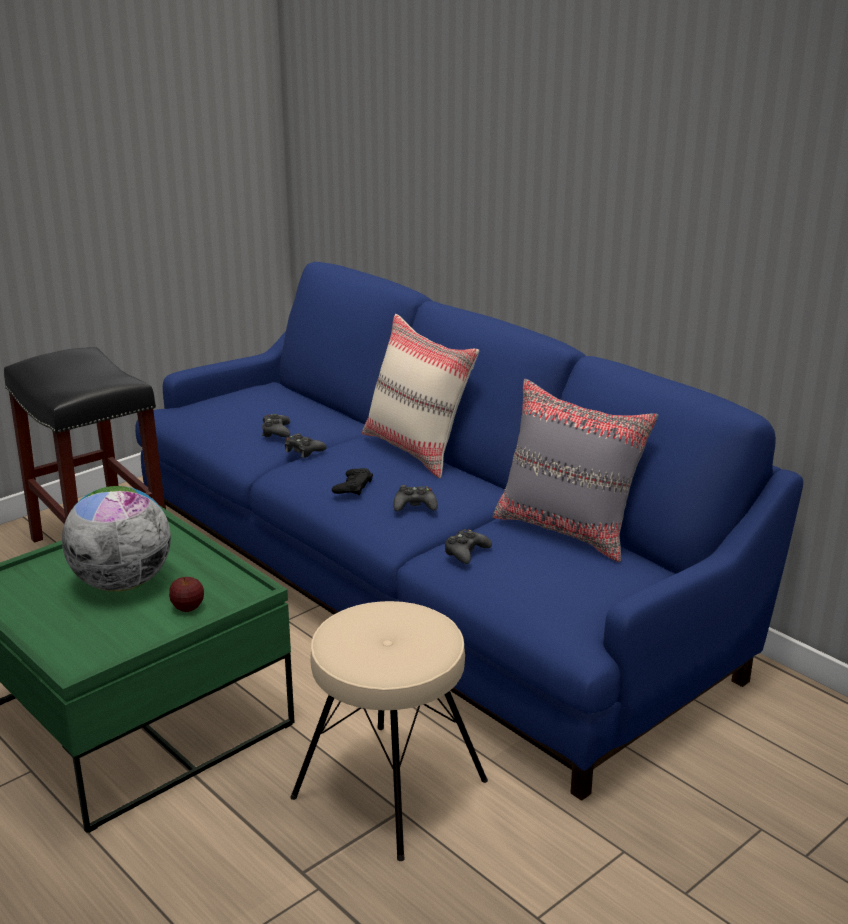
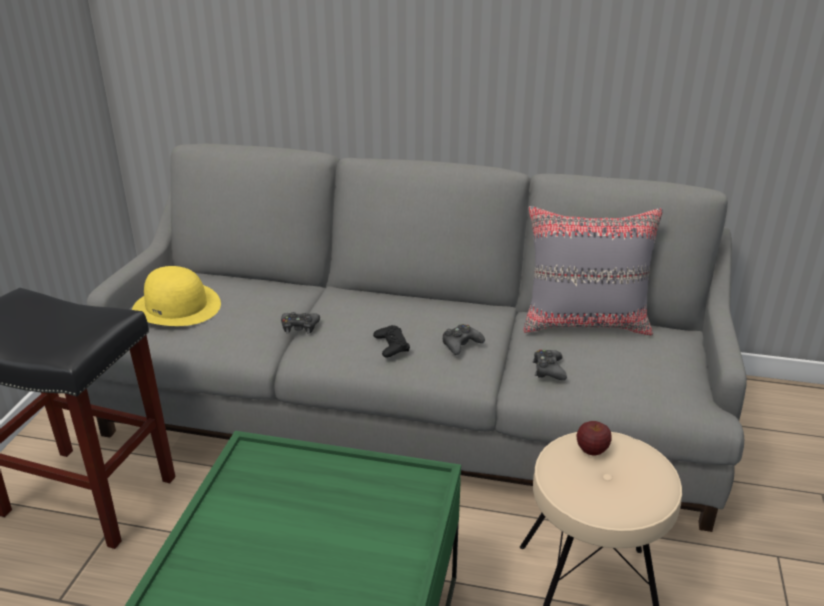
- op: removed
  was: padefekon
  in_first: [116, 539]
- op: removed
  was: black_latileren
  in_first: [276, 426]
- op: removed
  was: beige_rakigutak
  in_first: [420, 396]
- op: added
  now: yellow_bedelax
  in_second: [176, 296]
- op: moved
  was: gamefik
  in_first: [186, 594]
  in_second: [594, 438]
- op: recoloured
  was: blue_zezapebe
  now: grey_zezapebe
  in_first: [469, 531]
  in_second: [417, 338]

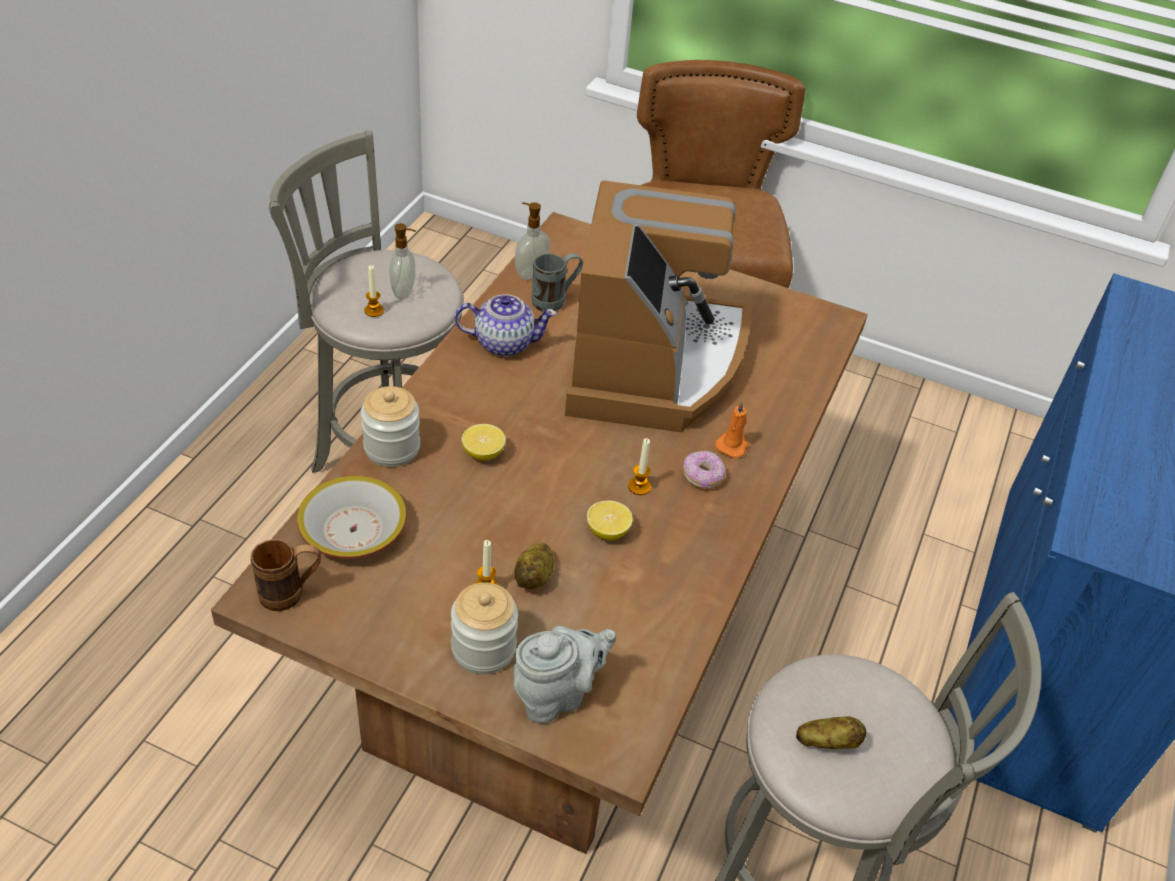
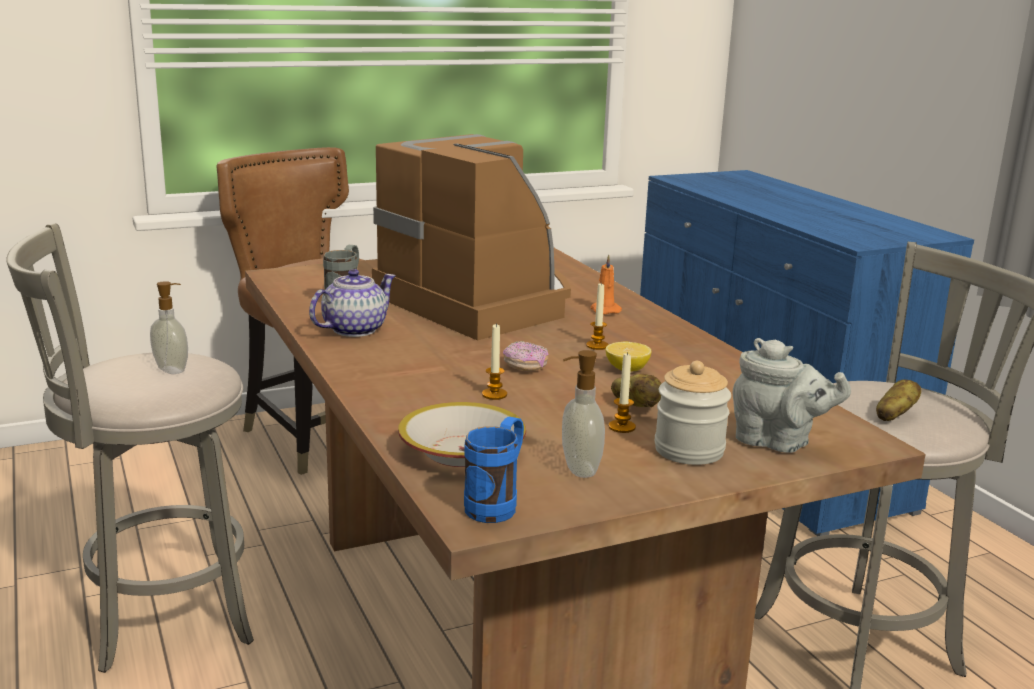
- op: removed
  was: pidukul
  in_first: [390, 426]
- op: removed
  was: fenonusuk
  in_first: [483, 442]
- op: moved
  was: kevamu
  in_first: [374, 291]
  in_second: [494, 361]
- op: moved
  was: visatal
  in_first: [532, 241]
  in_second: [583, 414]
- op: moved
  was: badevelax
  in_first: [704, 470]
  in_second: [526, 356]
- op: recoloured
  was: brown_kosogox
  now: blue_kosogox
  in_first: [286, 575]
  in_second: [494, 469]
- op: turned
  was: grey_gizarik
  in_first: [565, 674]
  in_second: [792, 395]
  clockwise: 105

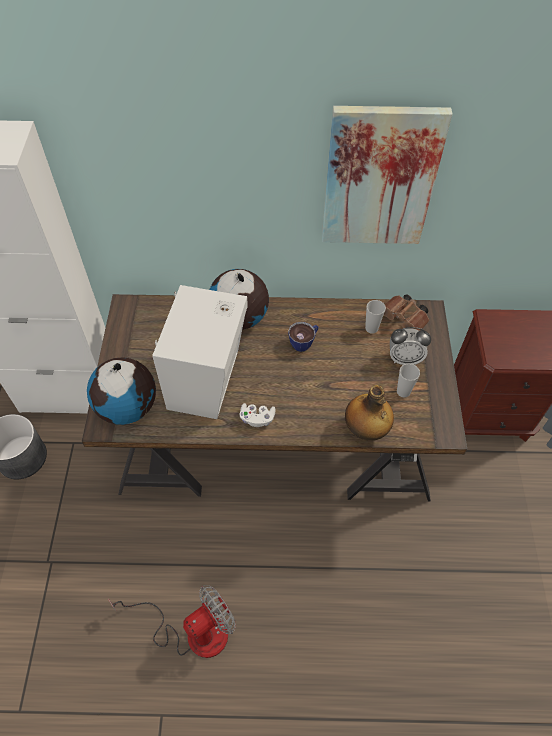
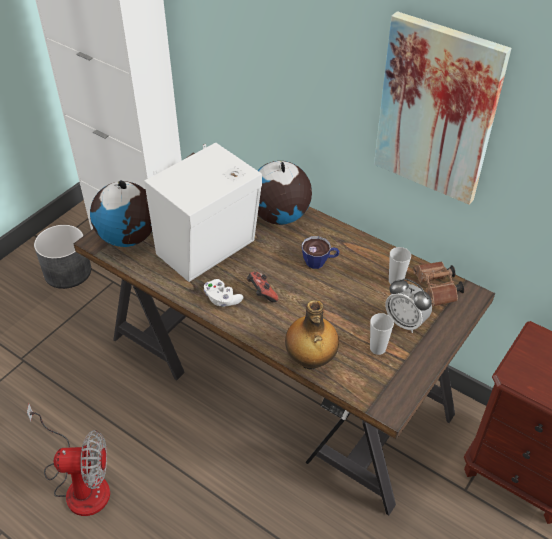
- op: added
  now: latileren
  in_second: [263, 287]

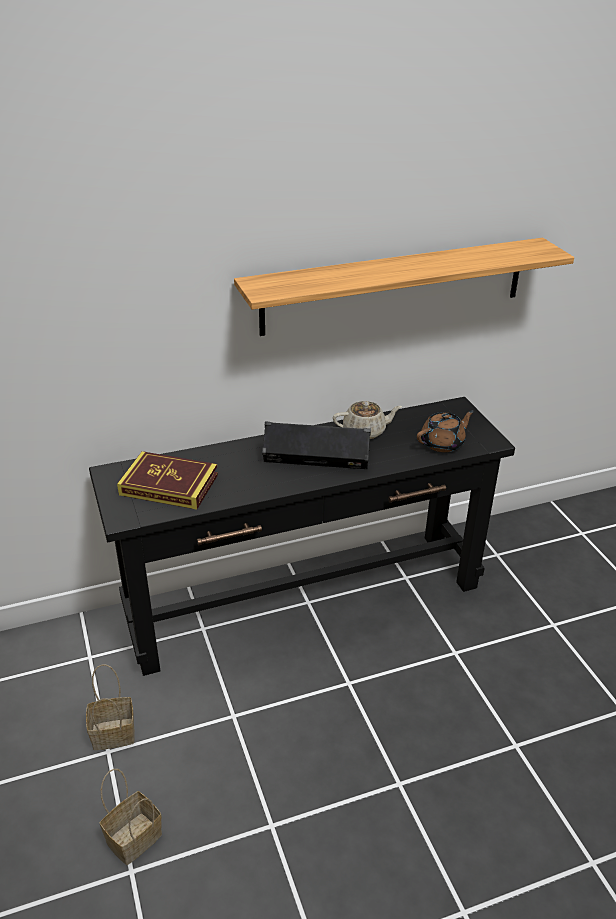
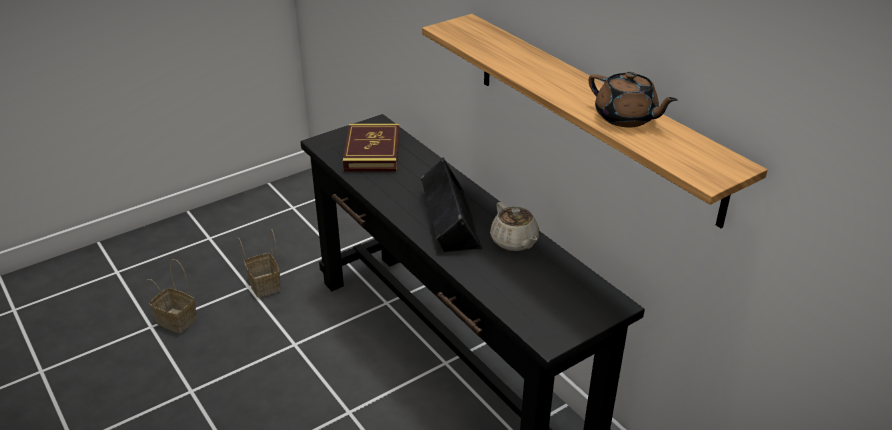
- op: moved
  was: brown_gizarik
  in_first: [445, 431]
  in_second: [633, 99]

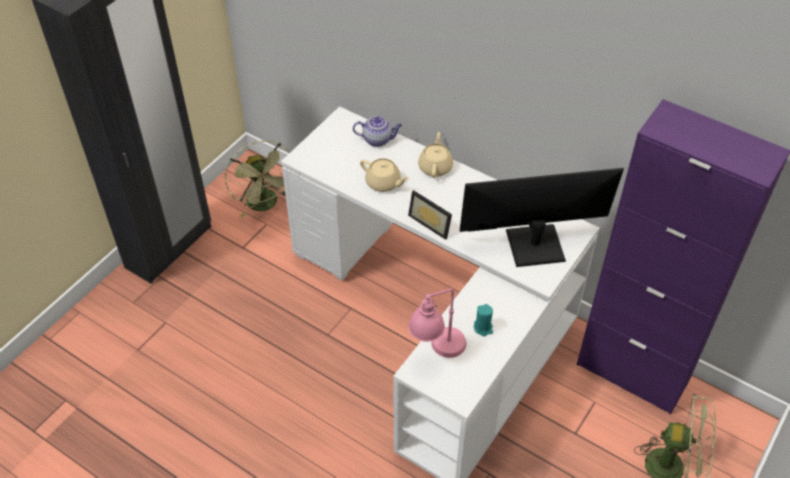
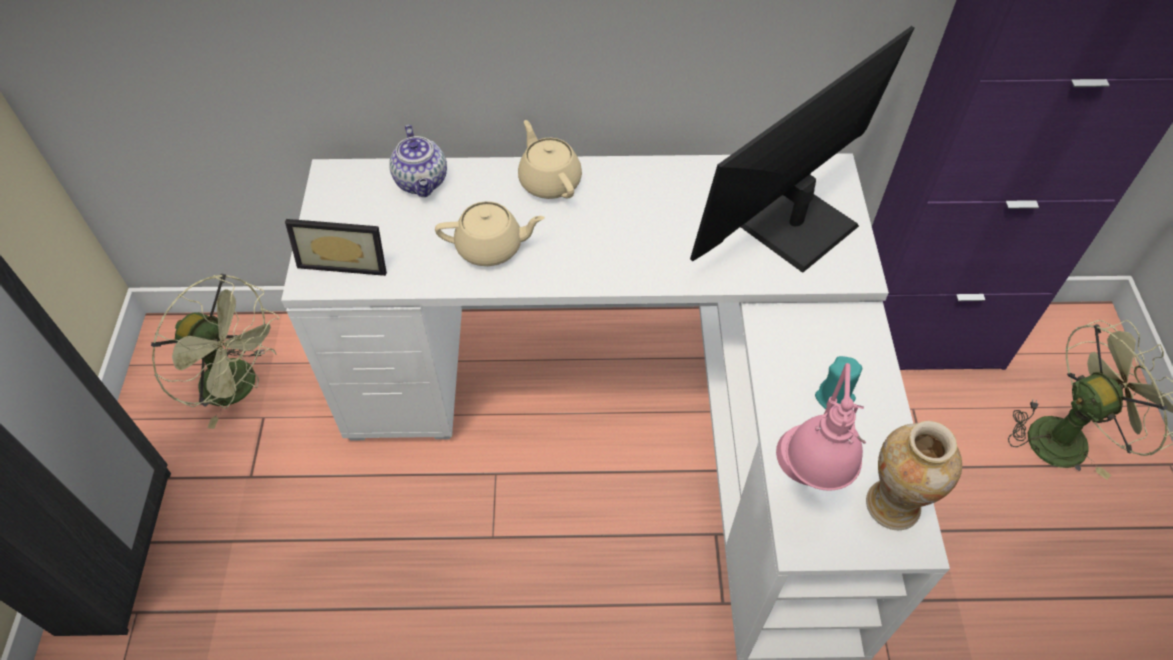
- op: added
  now: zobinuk
  in_second: [914, 475]
- op: moved
  was: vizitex
  in_first: [430, 215]
  in_second: [336, 247]
- op: turned
  was: gizarik
  in_first: [377, 131]
  in_second: [418, 161]
  clockwise: 105

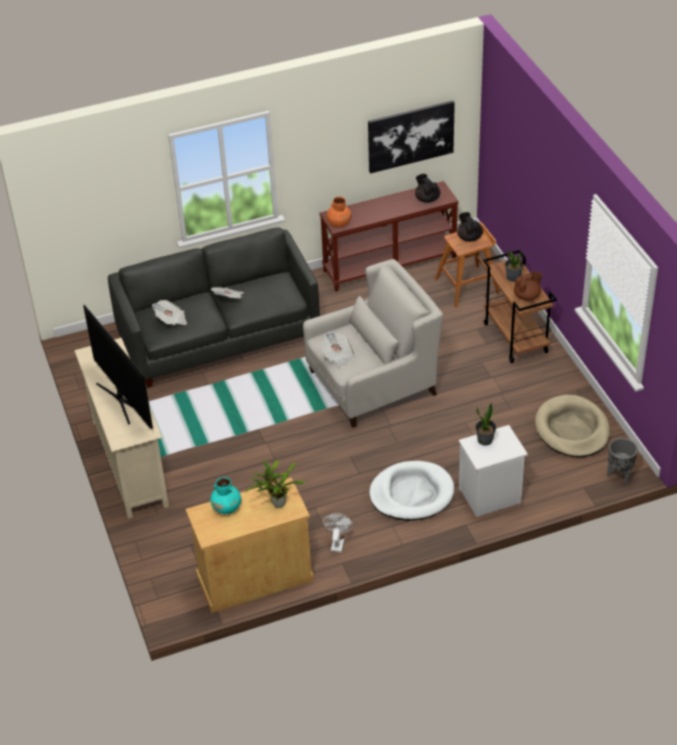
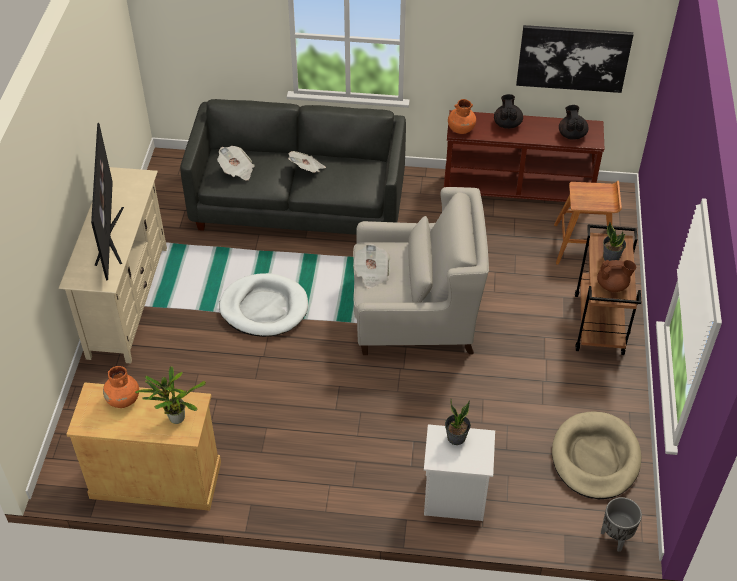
- op: removed
  was: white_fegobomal
  in_first: [338, 532]
- op: moved
  was: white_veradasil
  in_first: [411, 491]
  in_second: [263, 305]
- op: moved
  was: black_gizarik
  in_first: [470, 227]
  in_second: [508, 111]
- op: recoloured
  was: turquoise_zobinuk
  now: orange_zobinuk
  in_first: [225, 495]
  in_second: [121, 387]

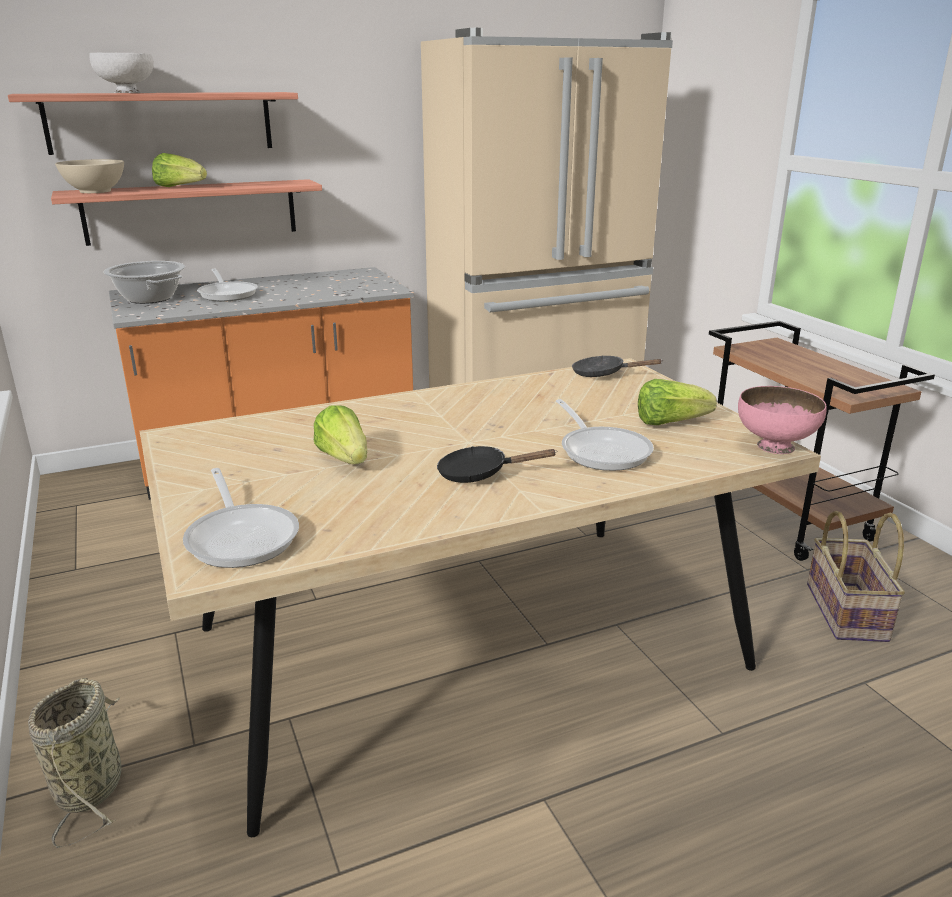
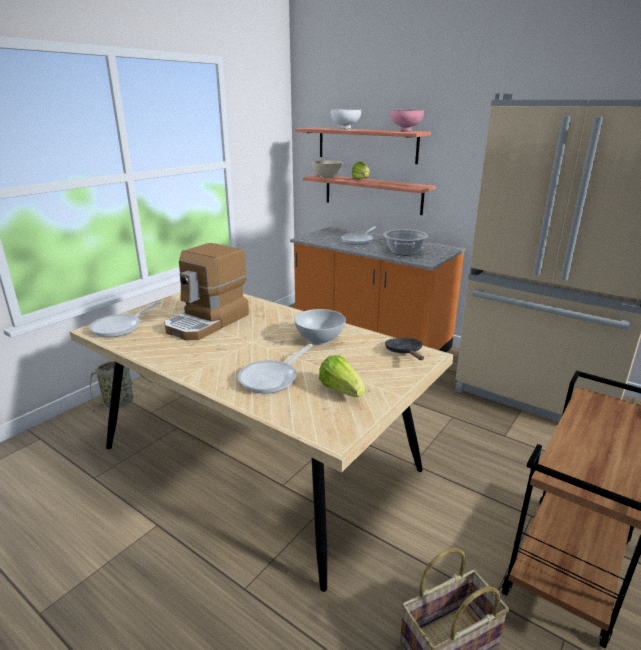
- op: removed
  was: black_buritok
  in_first: [497, 464]
- op: added
  now: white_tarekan
  in_second: [320, 327]
- op: moved
  was: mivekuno
  in_first: [144, 282]
  in_second: [405, 242]
- op: moved
  was: pink_tarekan
  in_first: [782, 420]
  in_second: [407, 121]
- op: replaced
  was: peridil
  now: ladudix
  in_first: [340, 434]
  in_second: [206, 291]

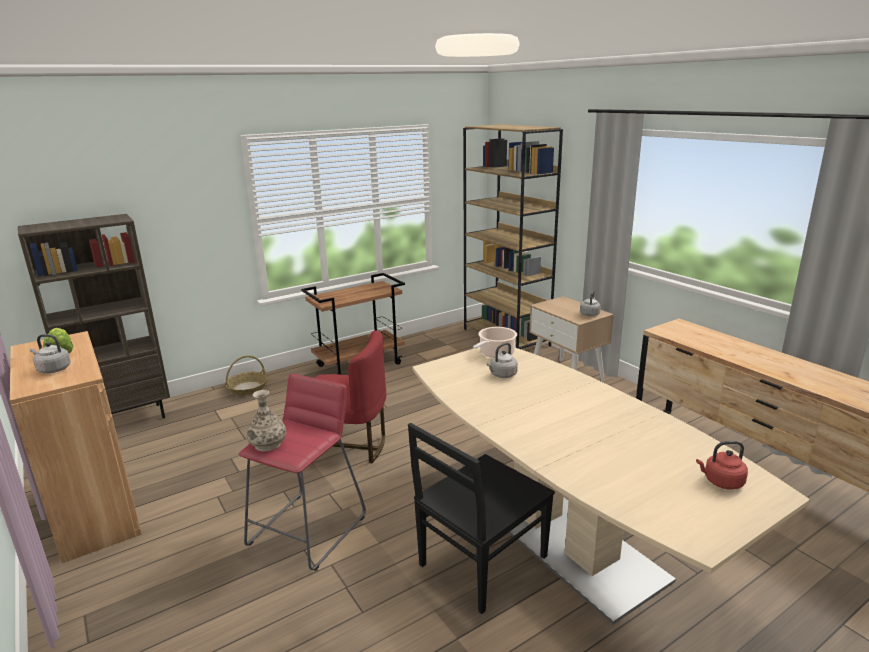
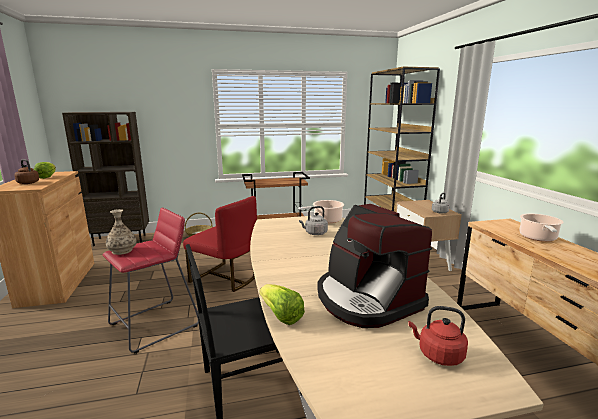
- op: added
  now: peridil
  in_second: [282, 304]
- op: added
  now: ladudix
  in_second: [374, 266]
- op: added
  now: mivekuno
  in_second: [541, 227]
- op: recoloured
  was: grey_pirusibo
  now: brown_pirusibo
  in_first: [50, 353]
  in_second: [26, 171]

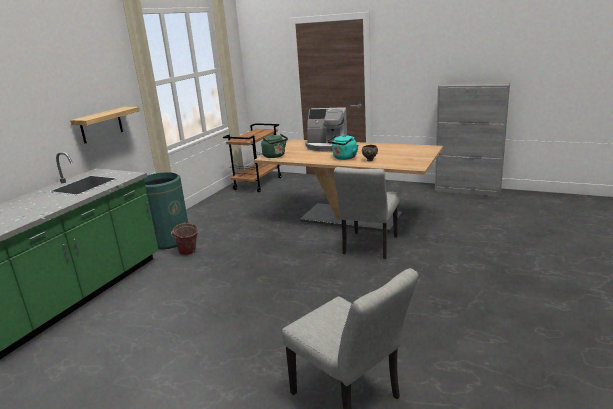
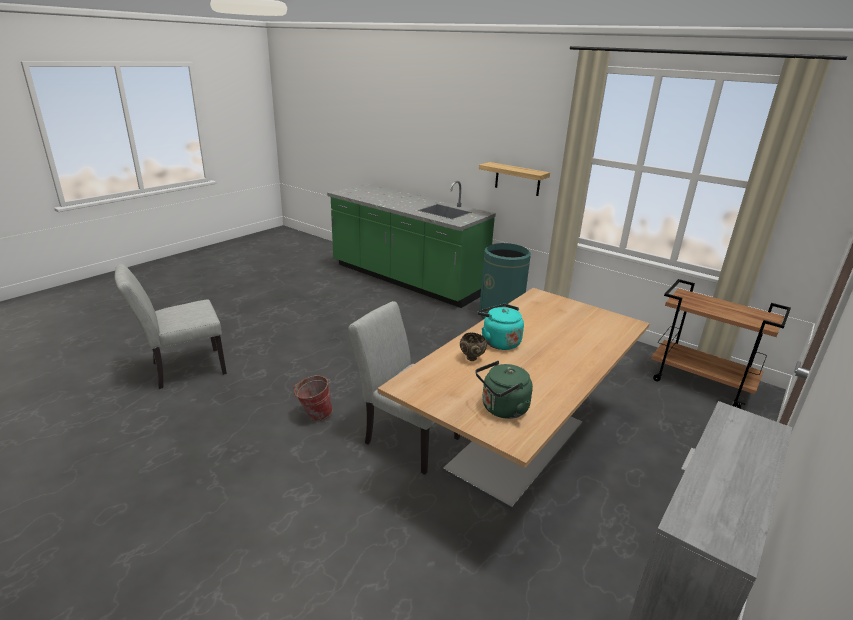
- op: removed
  was: ladudix
  in_first: [326, 129]
- op: moved
  was: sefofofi
  in_first: [184, 238]
  in_second: [313, 398]
- op: moved
  was: green_pirusibo
  in_first: [274, 146]
  in_second: [504, 390]

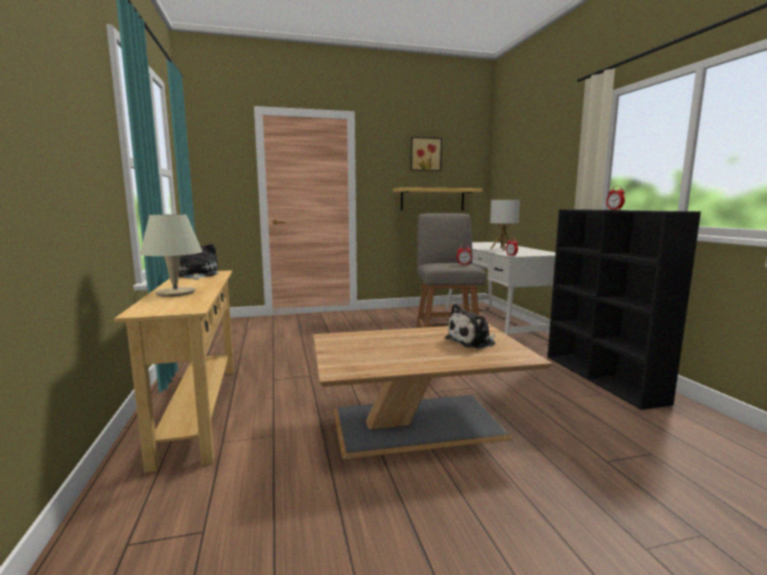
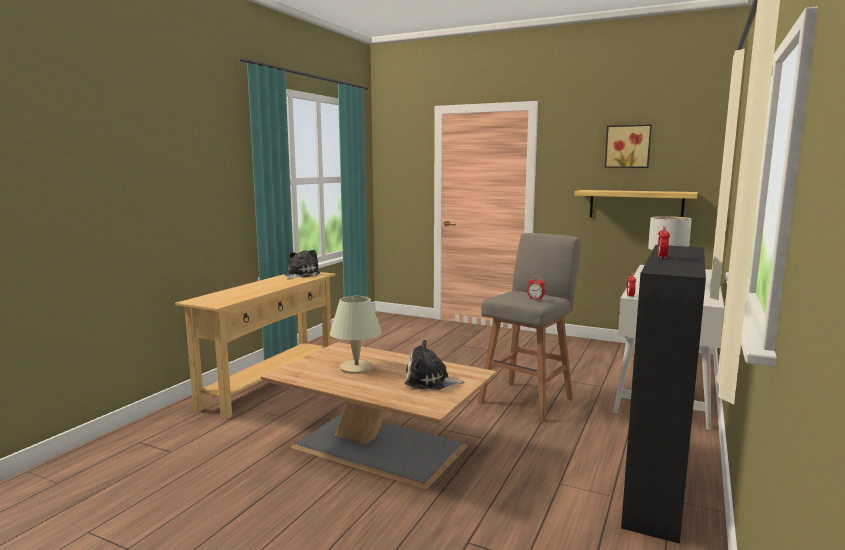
- op: moved
  was: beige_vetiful
  in_first: [171, 256]
  in_second: [356, 335]

